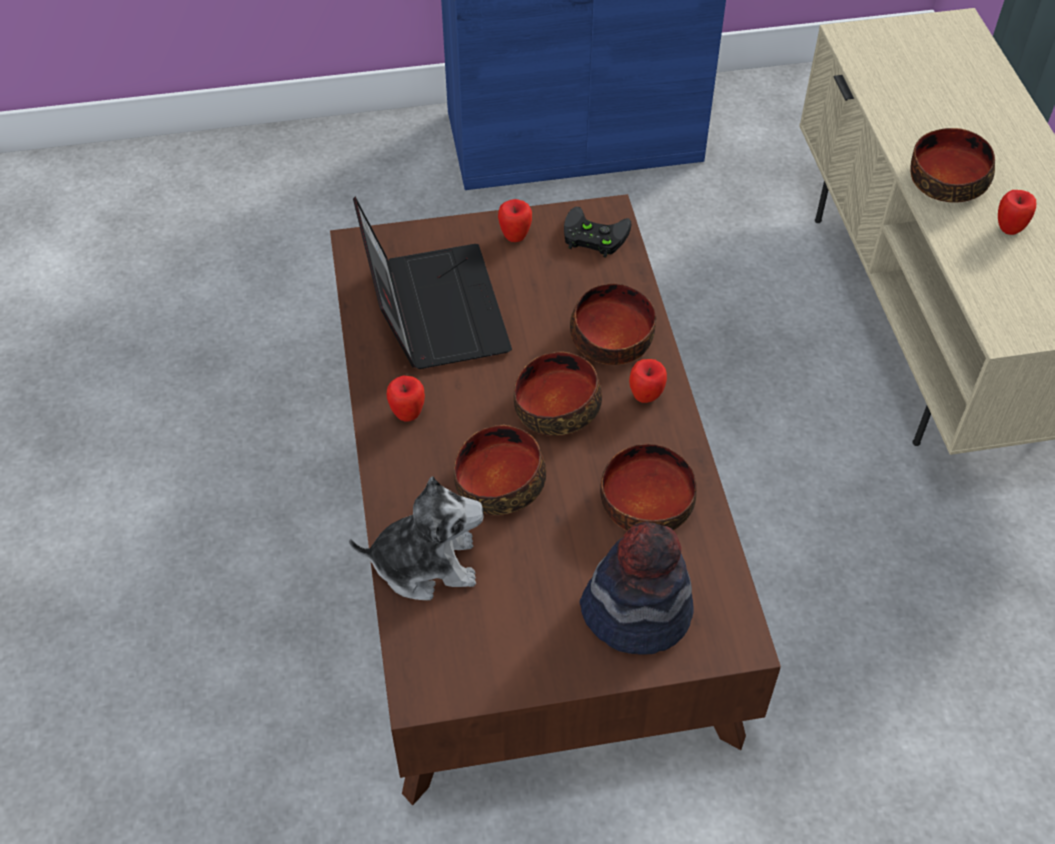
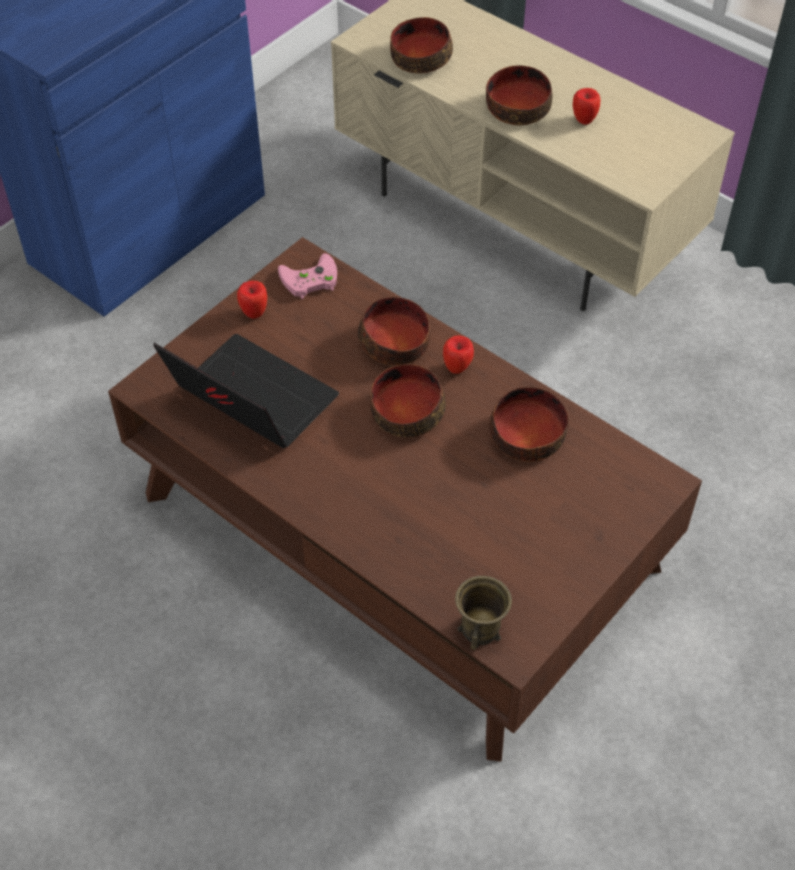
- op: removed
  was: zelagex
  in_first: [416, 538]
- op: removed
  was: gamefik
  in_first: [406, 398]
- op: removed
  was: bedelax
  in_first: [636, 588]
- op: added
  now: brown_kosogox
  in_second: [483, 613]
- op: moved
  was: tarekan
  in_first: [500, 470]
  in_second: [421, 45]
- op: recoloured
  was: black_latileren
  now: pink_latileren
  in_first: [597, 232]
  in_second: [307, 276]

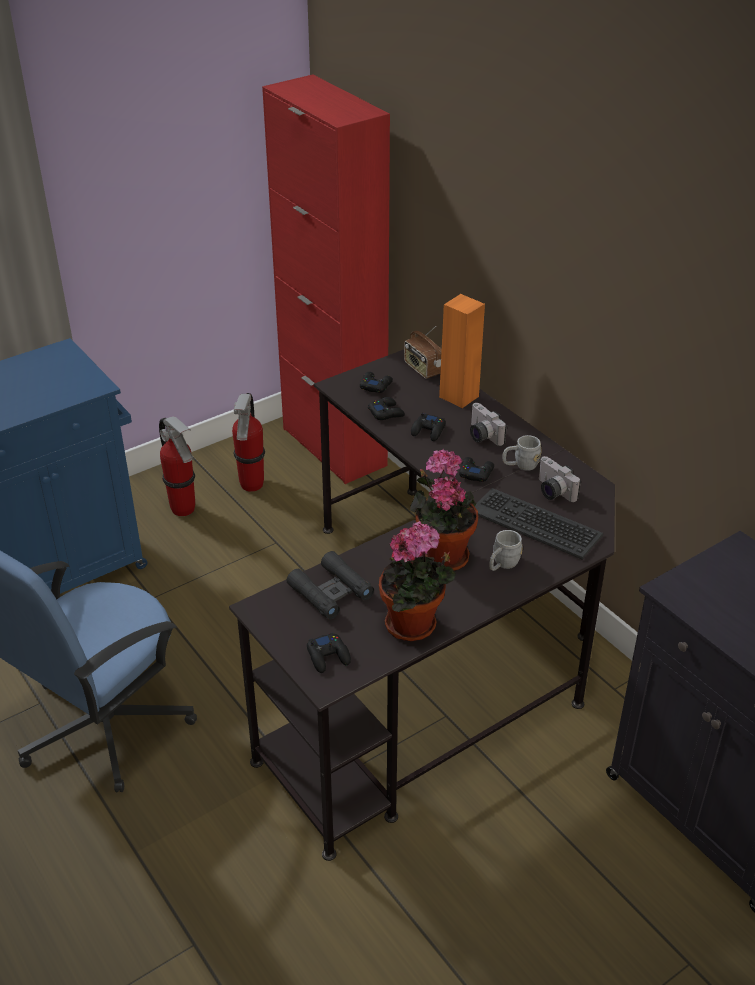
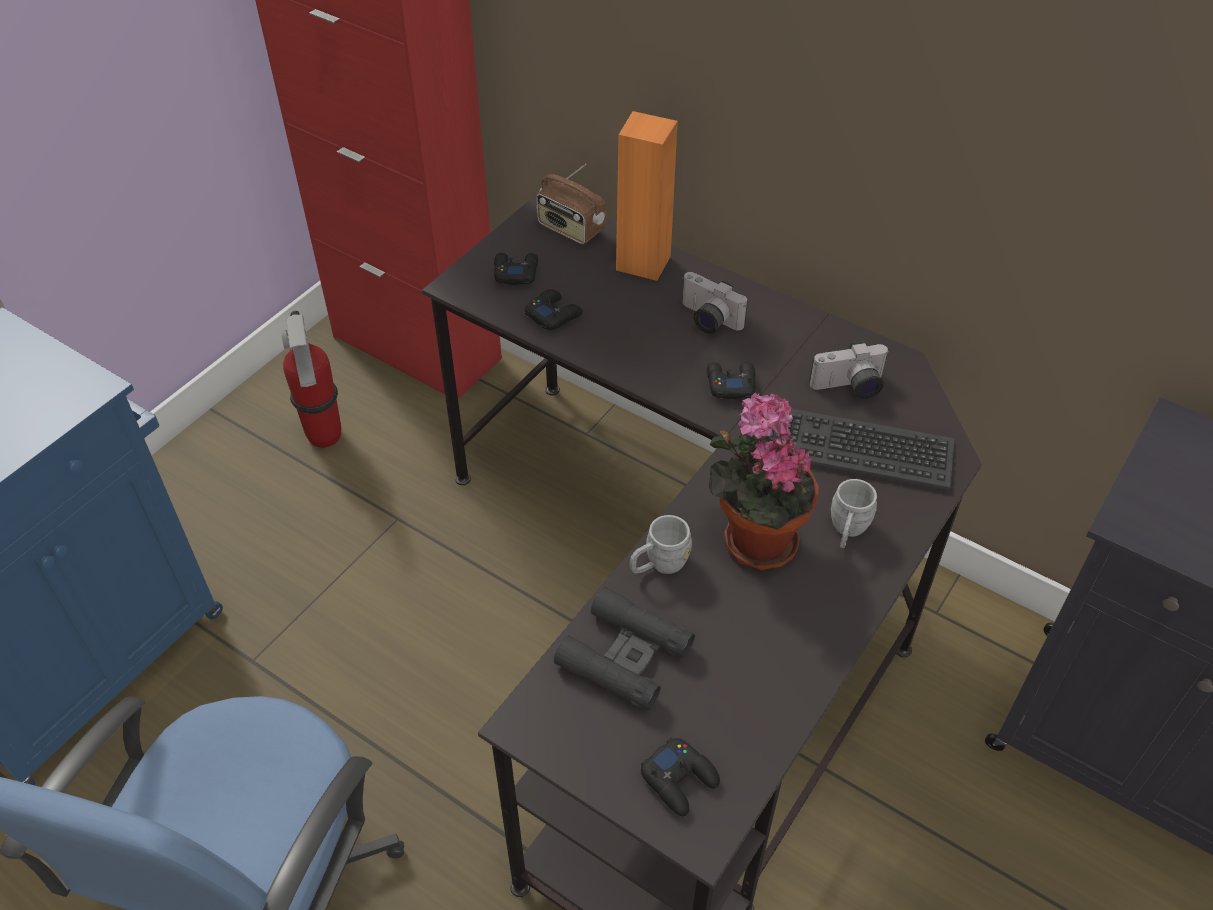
- op: removed
  was: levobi
  in_first: [177, 466]
- op: removed
  was: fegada
  in_first: [417, 581]
- op: removed
  was: black_latileren
  in_first: [428, 427]
- op: moved
  was: grey_kosogox
  in_first: [522, 453]
  in_second: [660, 544]
- op: turned
  was: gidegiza
  in_first: [560, 479]
  in_second: [849, 370]
  clockwise: -45

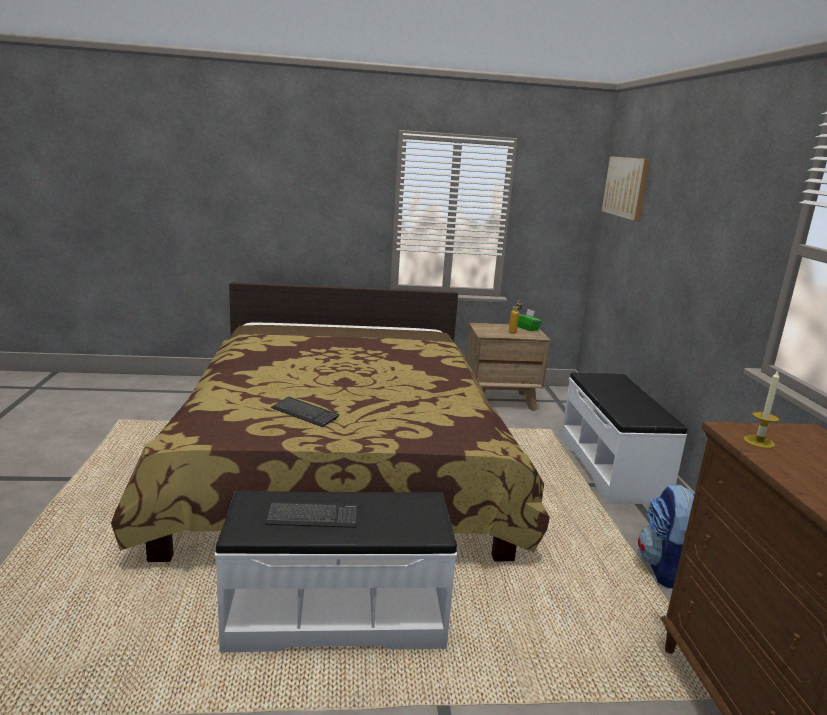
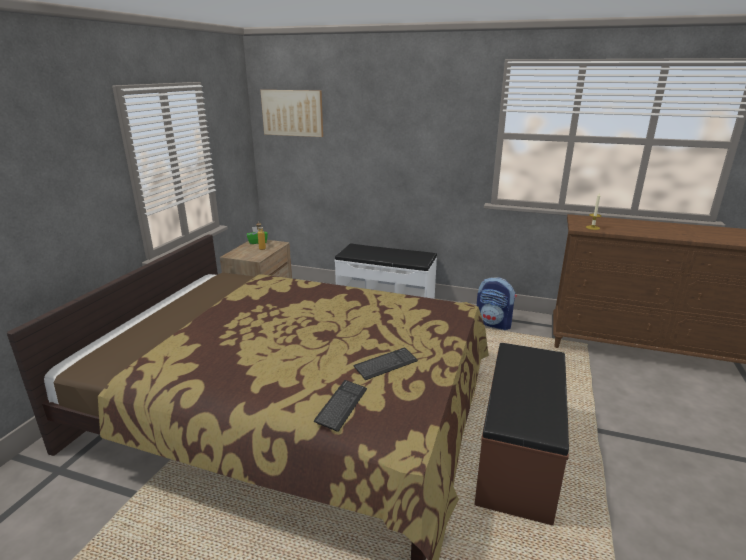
- op: moved
  was: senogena
  in_first: [311, 514]
  in_second: [340, 406]
- op: recoloured
  was: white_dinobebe
  now: brown_dinobebe
  in_first: [336, 571]
  in_second: [522, 434]

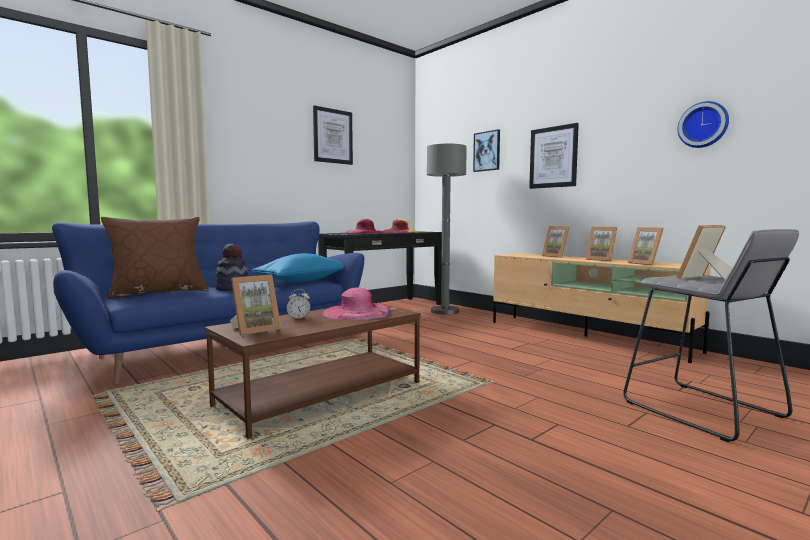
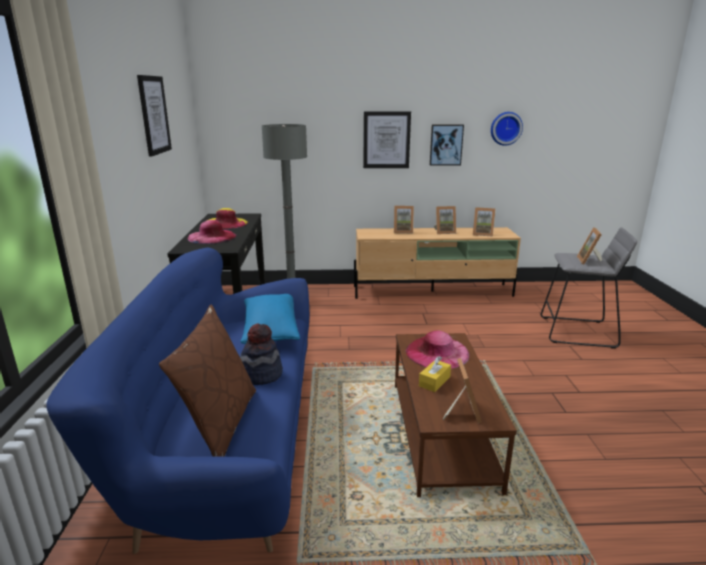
- op: moved
  was: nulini
  in_first: [486, 150]
  in_second: [447, 145]
- op: replaced
  was: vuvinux
  now: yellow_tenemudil
  in_first: [298, 304]
  in_second: [435, 374]

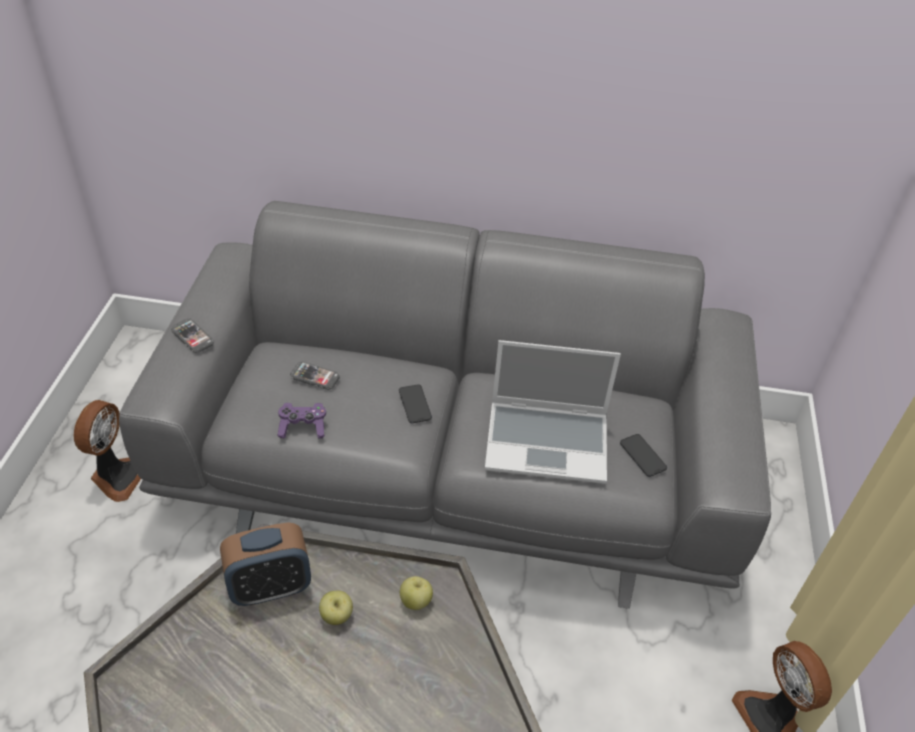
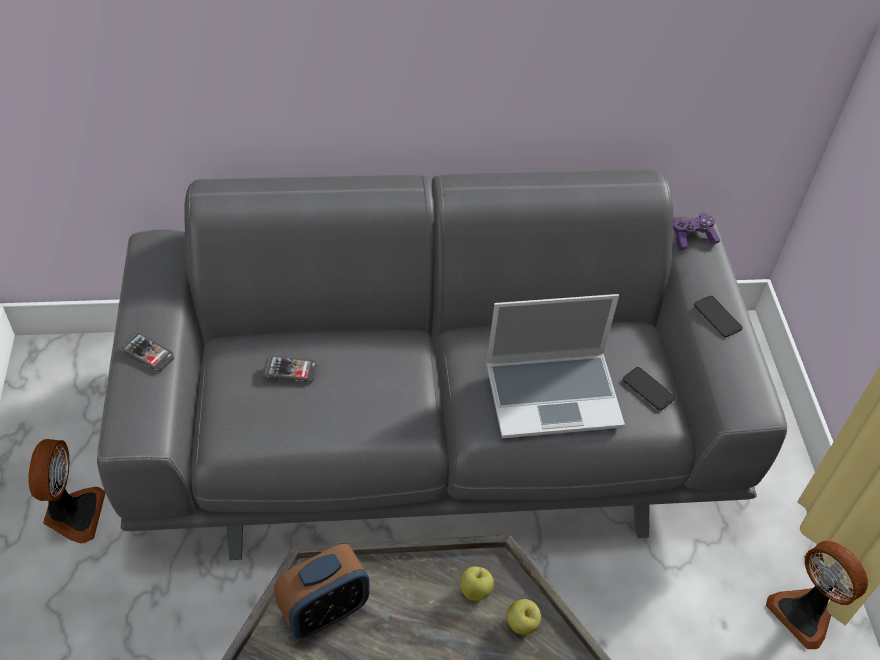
- op: moved
  was: purple_latileren
  in_first: [301, 421]
  in_second: [696, 231]
- op: moved
  was: gamefik
  in_first: [336, 608]
  in_second: [524, 617]
- op: moved
  was: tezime
  in_first: [415, 403]
  in_second: [718, 316]

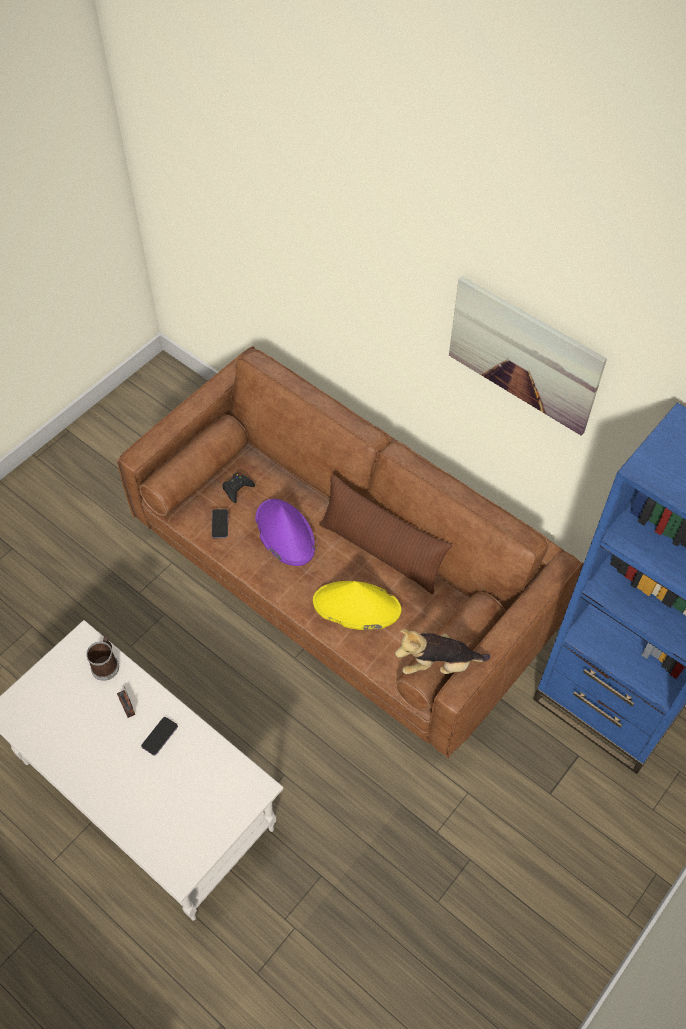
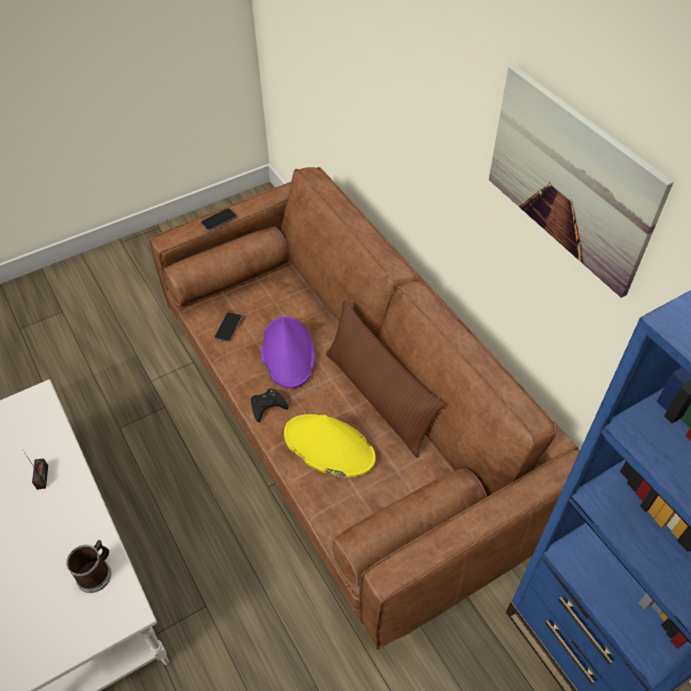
- op: removed
  was: zelagex
  in_first: [442, 651]
- op: moved
  was: kosogox
  in_first: [102, 658]
  in_second: [88, 566]
- op: moved
  was: tezime
  in_first: [159, 736]
  in_second: [218, 219]
- op: moved
  was: black_latileren
  in_first: [238, 488]
  in_second: [269, 405]

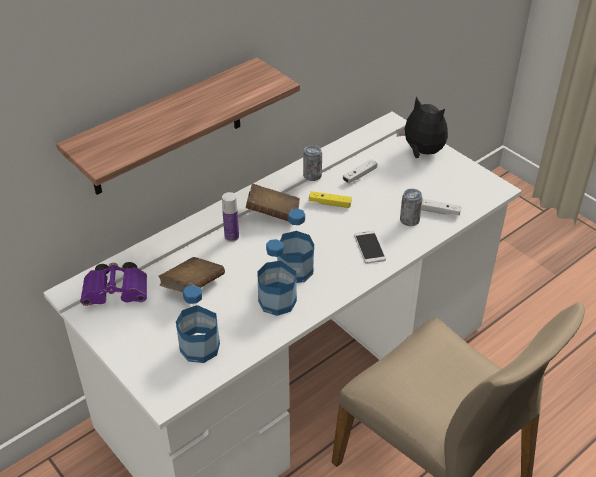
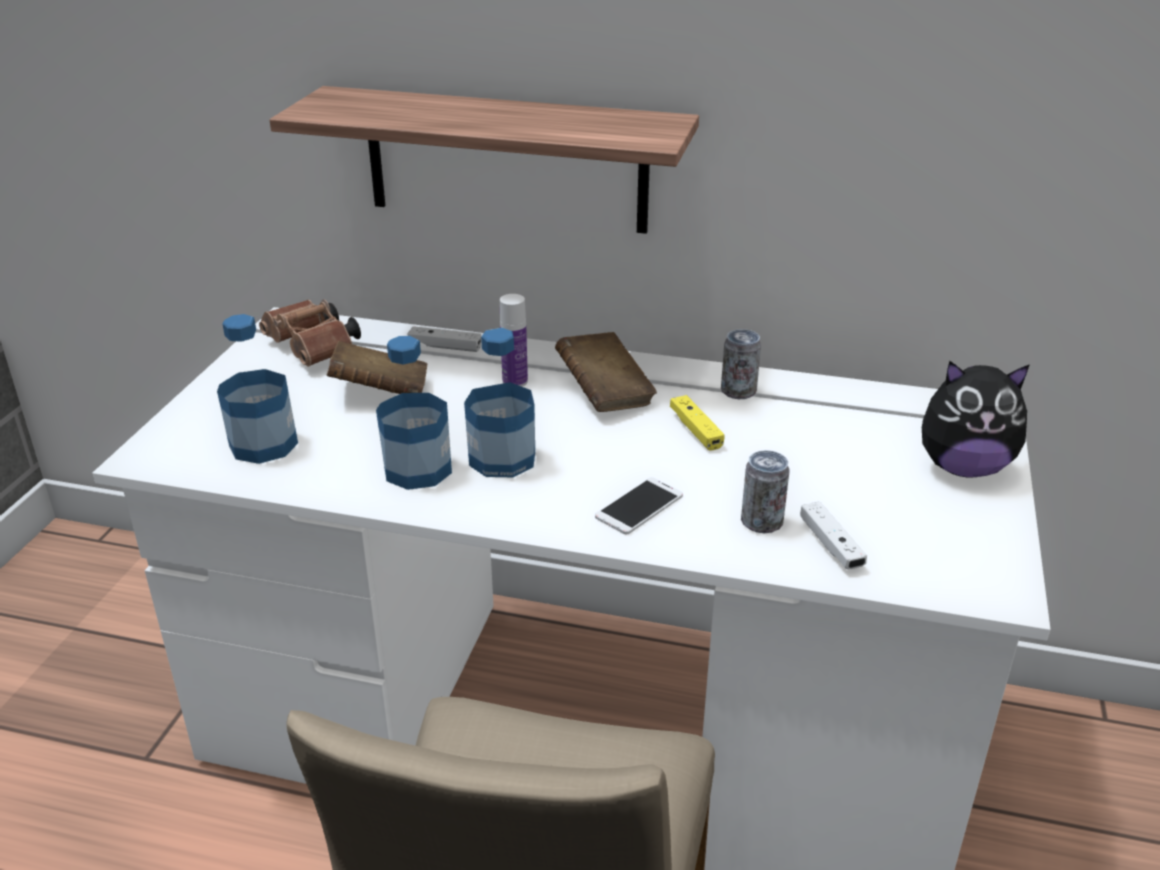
- op: moved
  was: white_latileren
  in_first: [360, 171]
  in_second: [444, 339]
- op: recoloured
  was: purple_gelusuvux
  now: brown_gelusuvux
  in_first: [113, 284]
  in_second: [310, 333]
- op: turned
  was: zelagex
  in_first: [422, 127]
  in_second: [976, 419]
  clockwise: 90

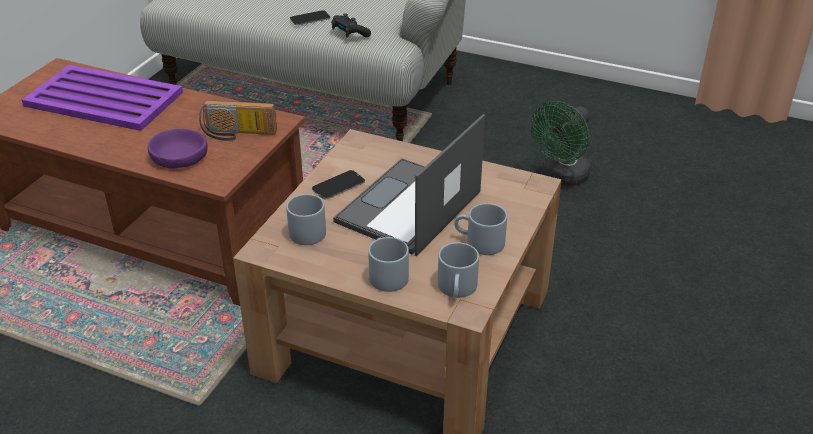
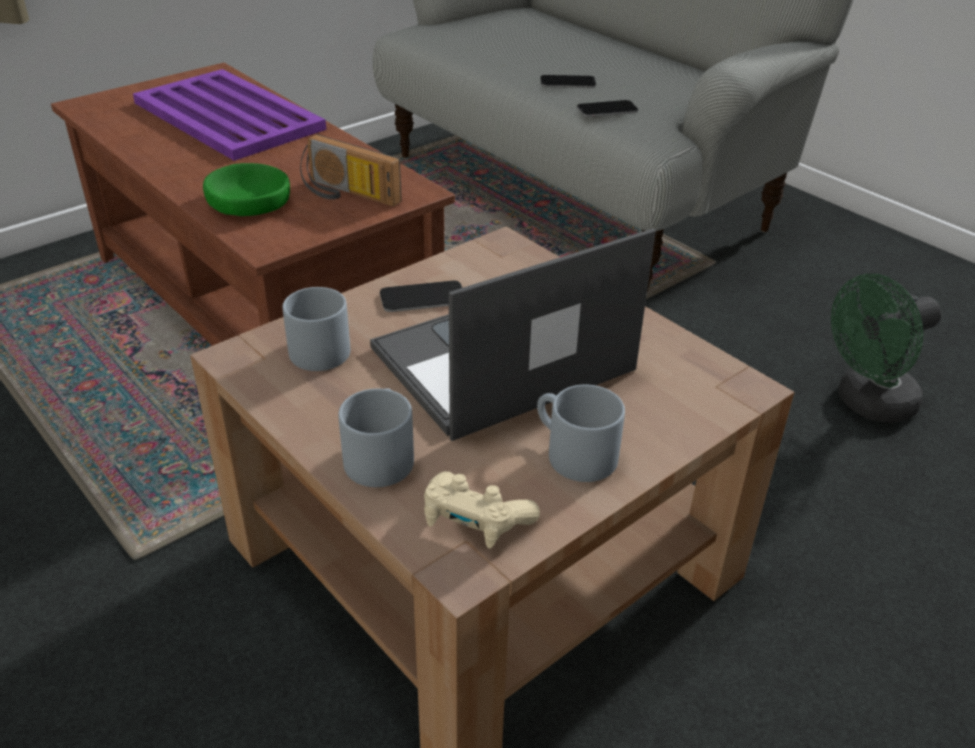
- op: replaced
  was: black_latileren
  now: tezime
  in_first: [351, 25]
  in_second: [607, 108]
- op: replaced
  was: grey_kosogox
  now: beige_latileren
  in_first: [458, 270]
  in_second: [482, 509]
- op: recoloured
  was: purple_tarekan
  now: green_tarekan
  in_first: [177, 148]
  in_second: [246, 189]

